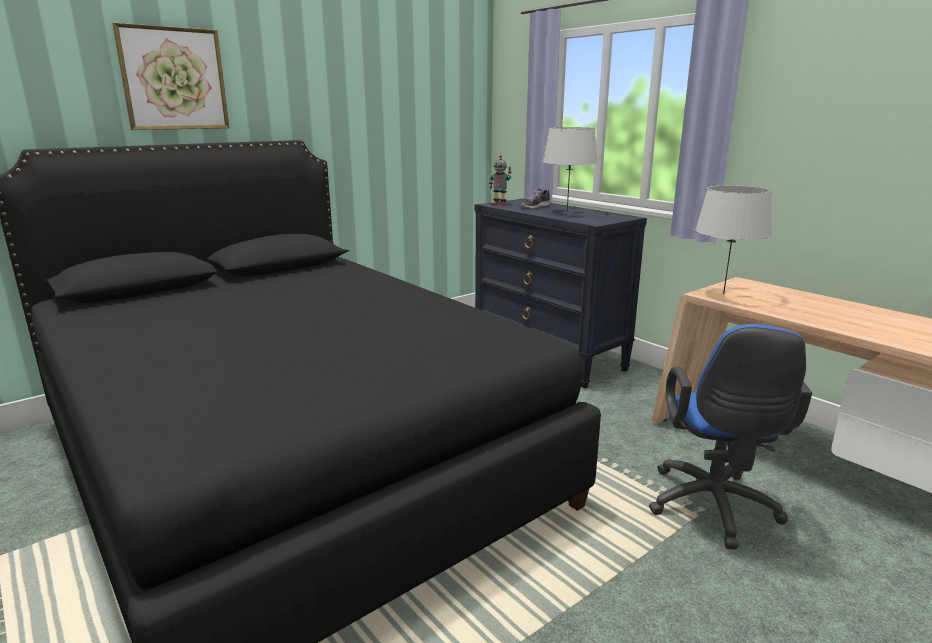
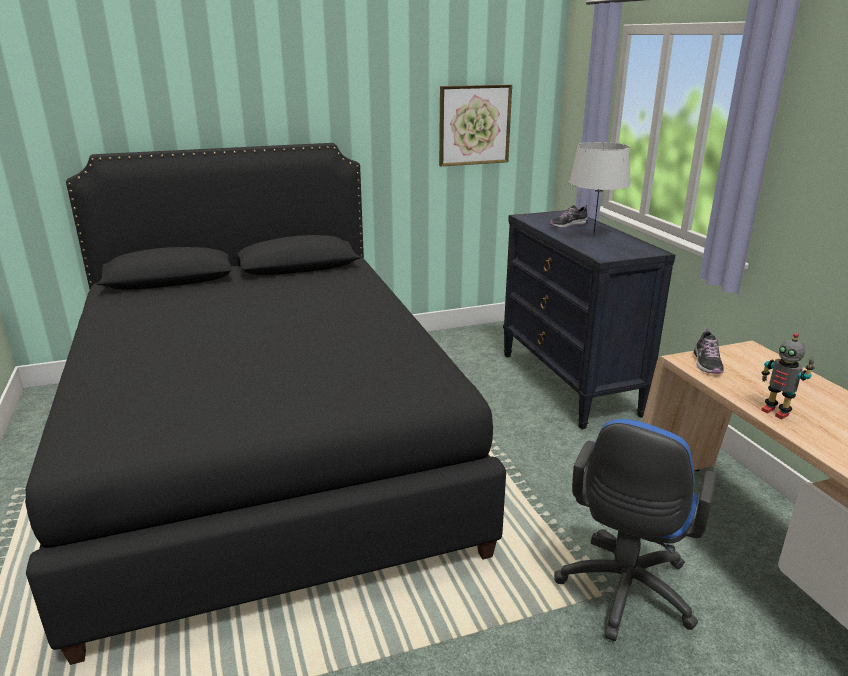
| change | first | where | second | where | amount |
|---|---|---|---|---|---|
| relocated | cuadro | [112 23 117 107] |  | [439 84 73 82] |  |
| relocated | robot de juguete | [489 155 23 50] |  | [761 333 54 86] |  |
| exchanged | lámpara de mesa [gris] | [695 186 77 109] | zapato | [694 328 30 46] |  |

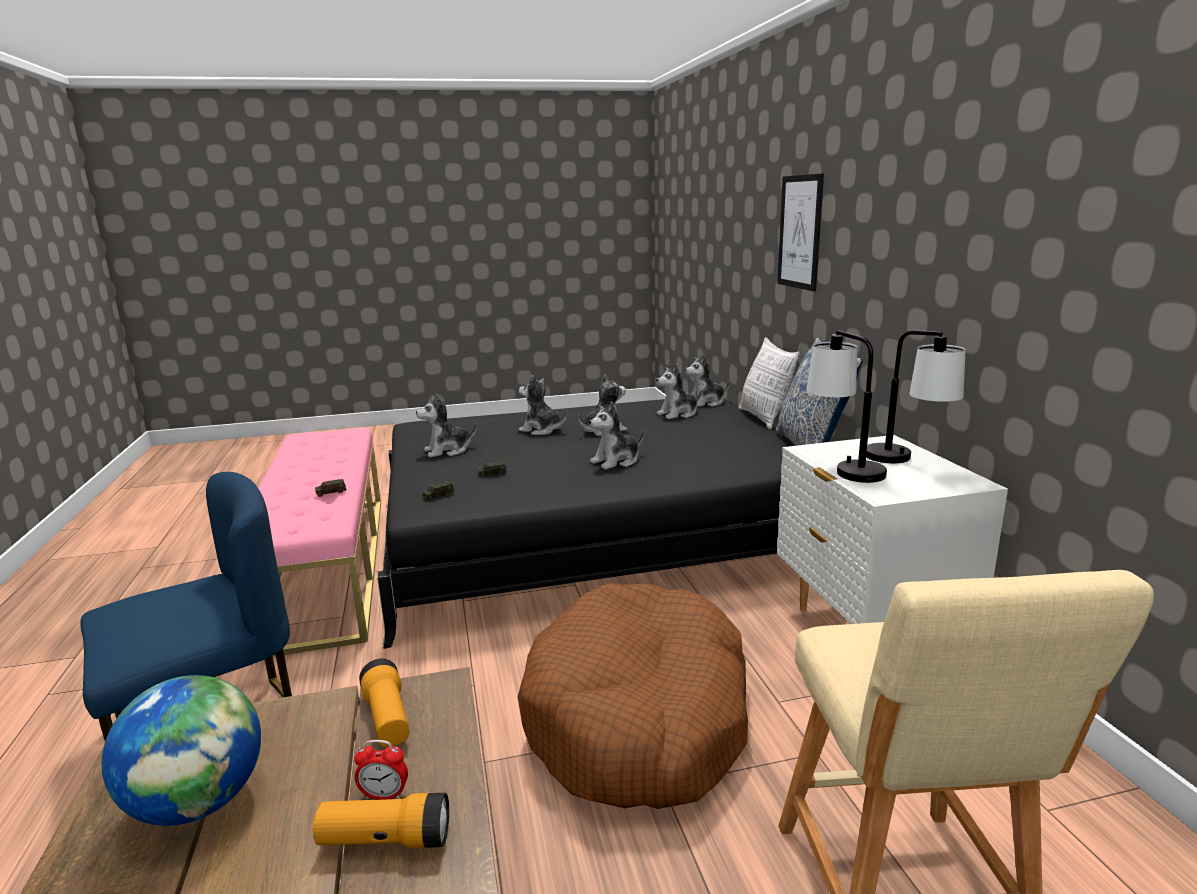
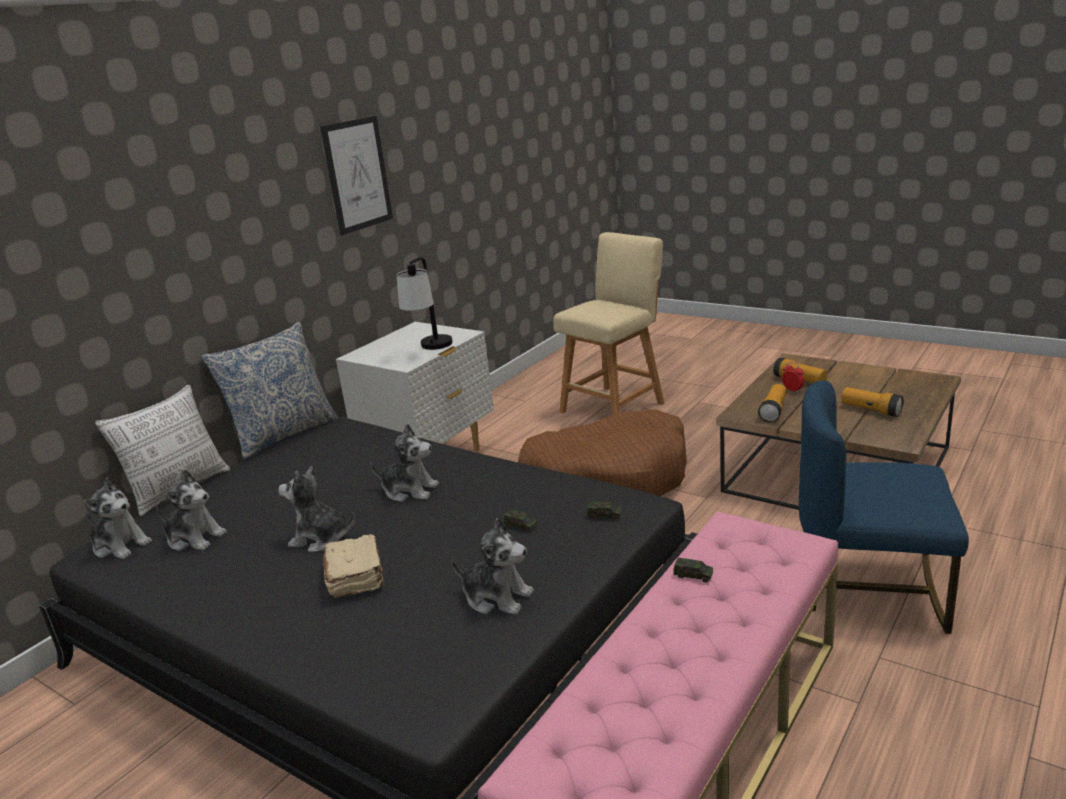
| change | first | where | second | where | amount |
|---|---|---|---|---|---|
| relocated | cuadro | [777 174 47 117] |  | [320 116 73 119] |  |
| missing | lámpara de mesa | [866 330 100 133] |  |  |  |
| exchanged | peluche | [519 375 48 60] | libro [beis] | [323 534 61 64] |  |
| exchanged | globo terráqueo | [102 675 159 151] | linterna | [841 387 63 30] |  |

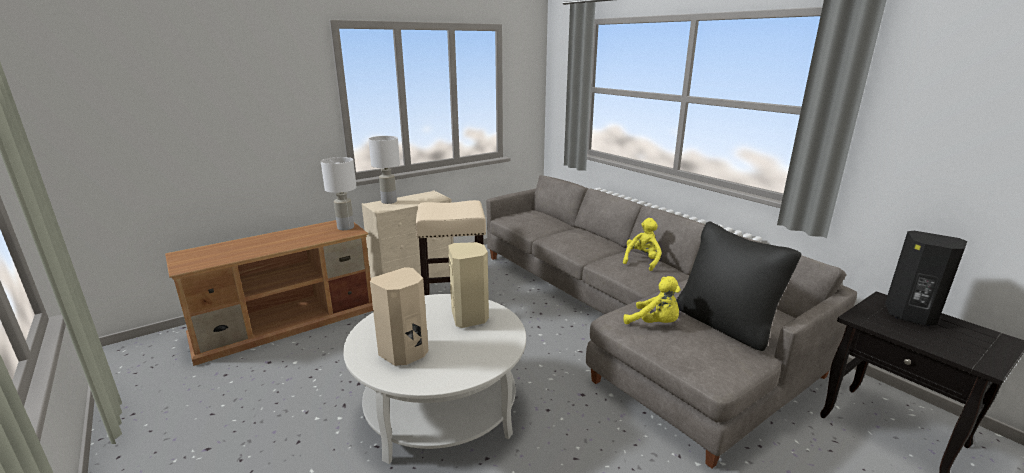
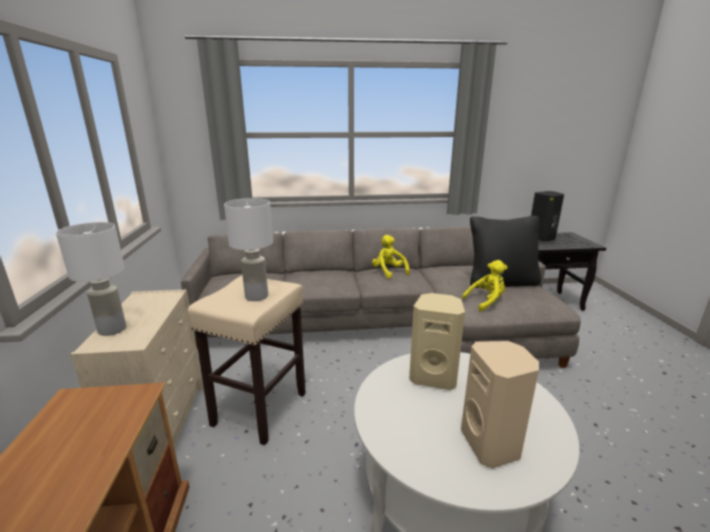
| change | first | where | second | where | amount |
|---|---|---|---|---|---|
| relocated | lámpara de mesa [blanco] | [321 157 36 73] |  | [224 198 49 103] |  |

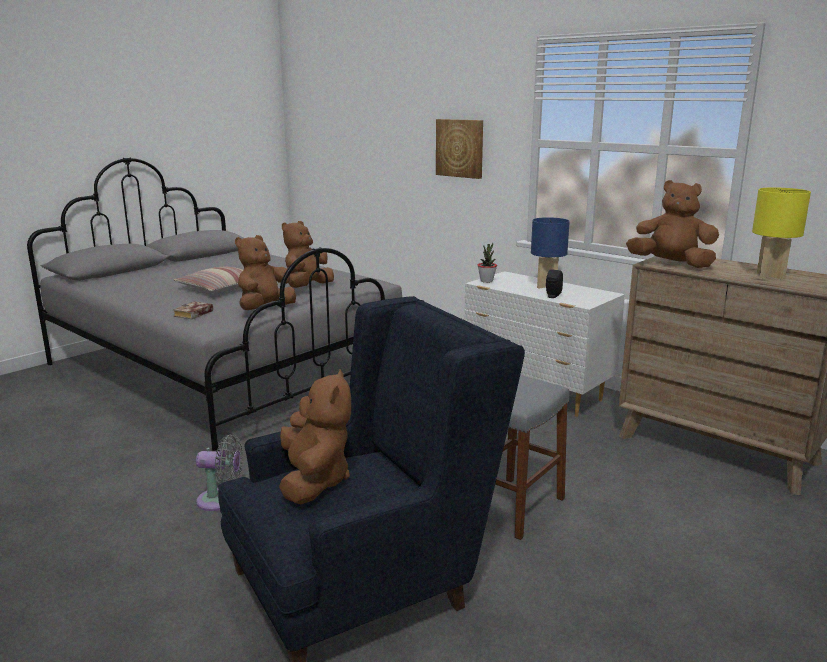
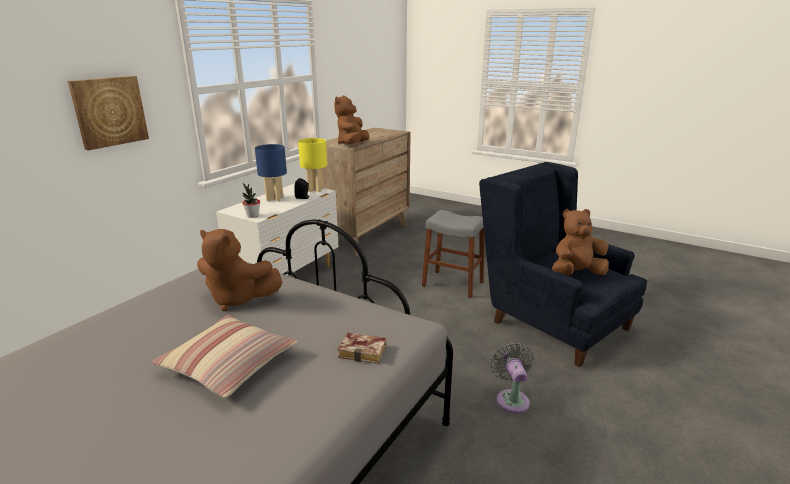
| change | first | where | second | where | amount |
|---|---|---|---|---|---|
| relocated | lámpara de mesa [amarillo] | [752 187 59 93] |  | [298 138 29 54] |  |
| missing | peluche [marrón] | [235 235 61 75] |  |  |  |

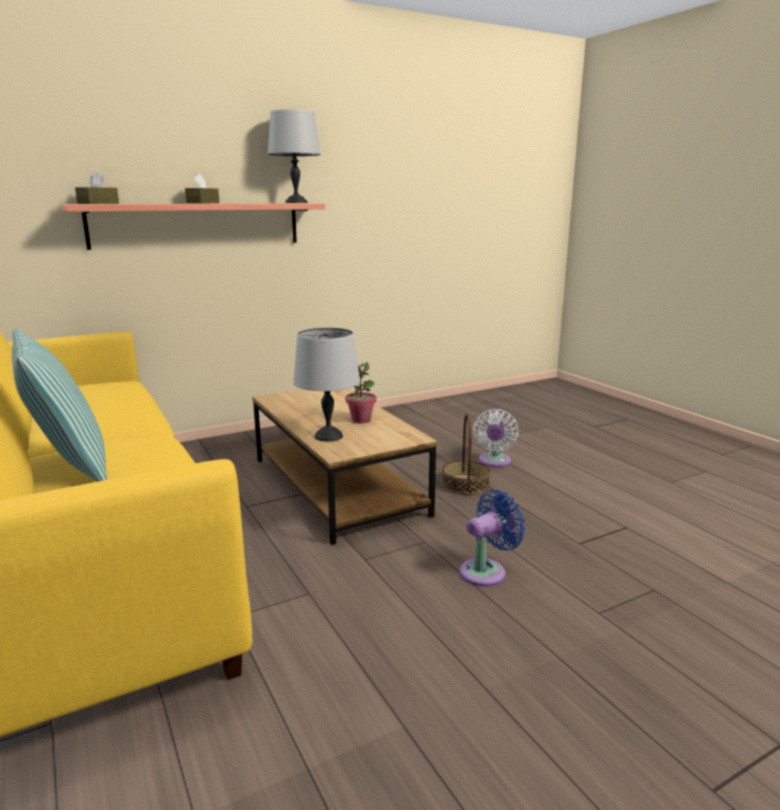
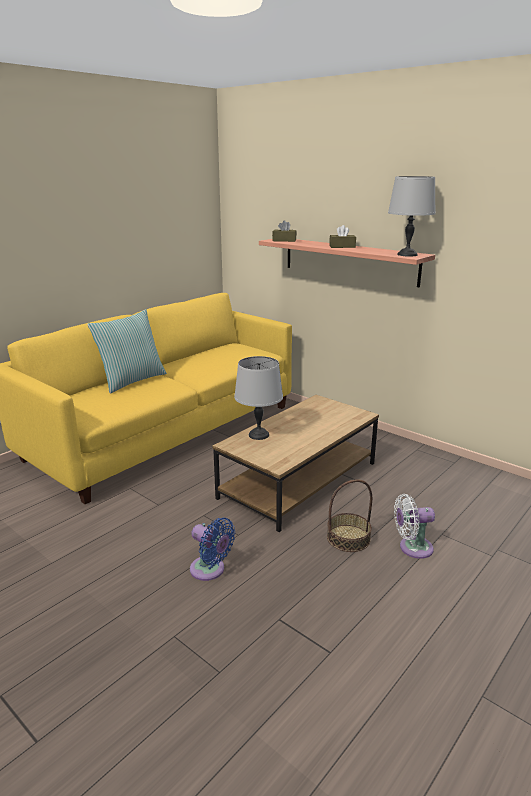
| change | first | where | second | where | amount |
|---|---|---|---|---|---|
| missing | planta en maceta | [346 362 31 61] |  |  |  |

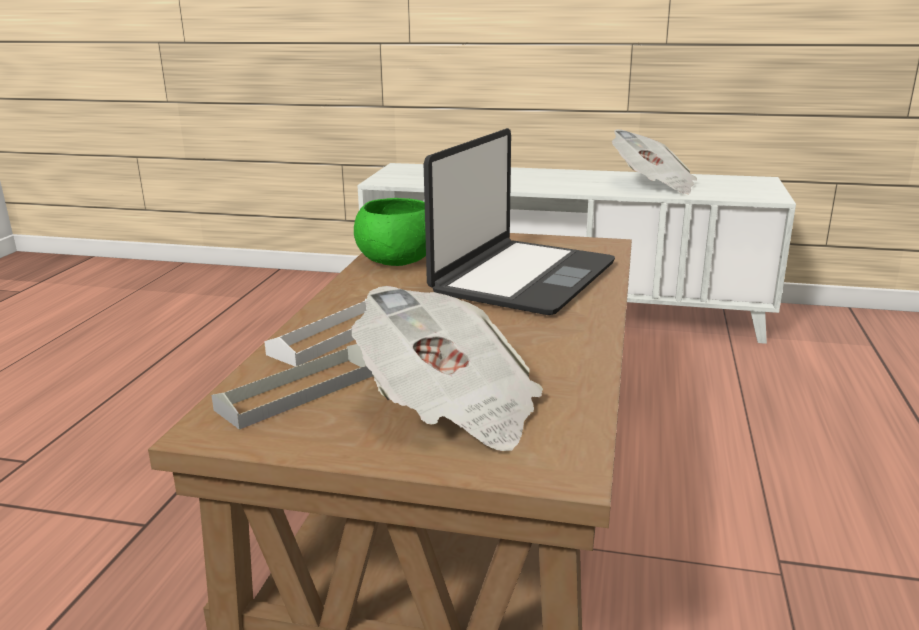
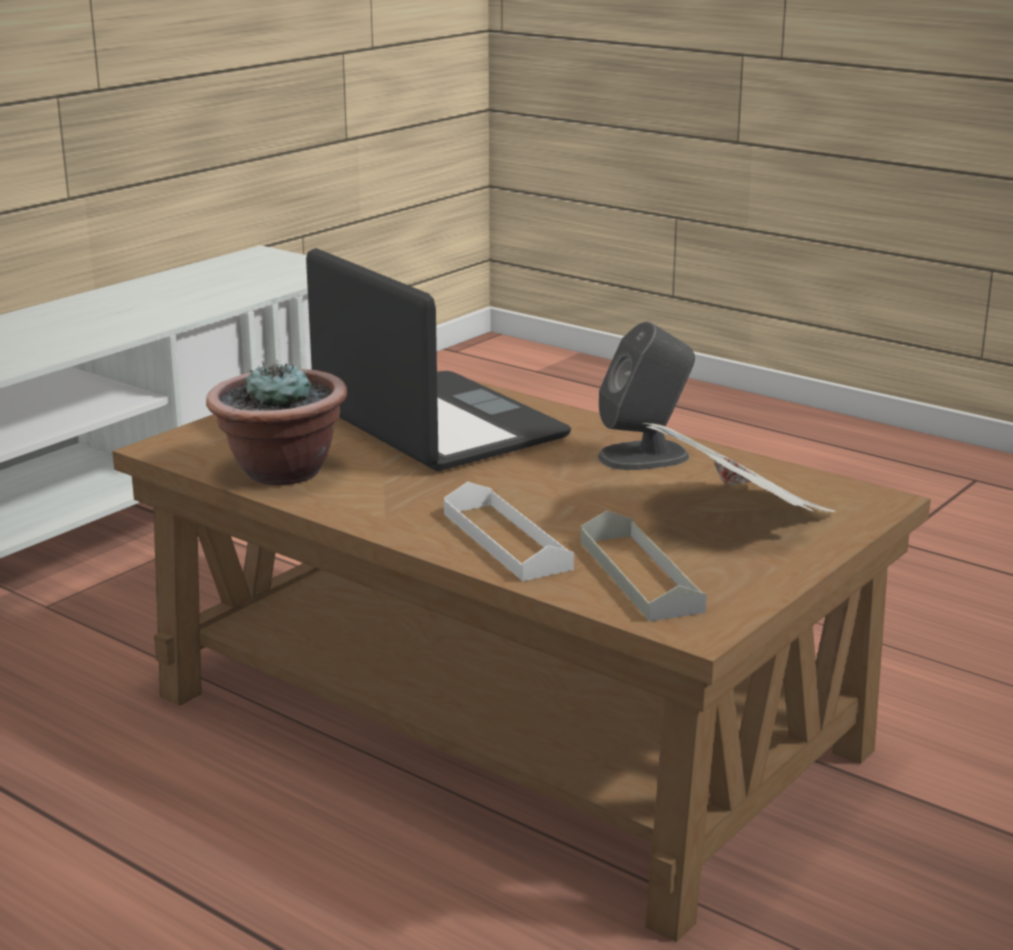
| change | first | where | second | where | amount |
|---|---|---|---|---|---|
| missing | periódico | [612 129 85 65] |  |  |  |
| exchanged | cuenco [verde] | [354 198 72 68] | planta en maceta | [206 360 141 125] |  |
| appeared |  |  | altavoz [gris] | [598 322 97 148] |  |

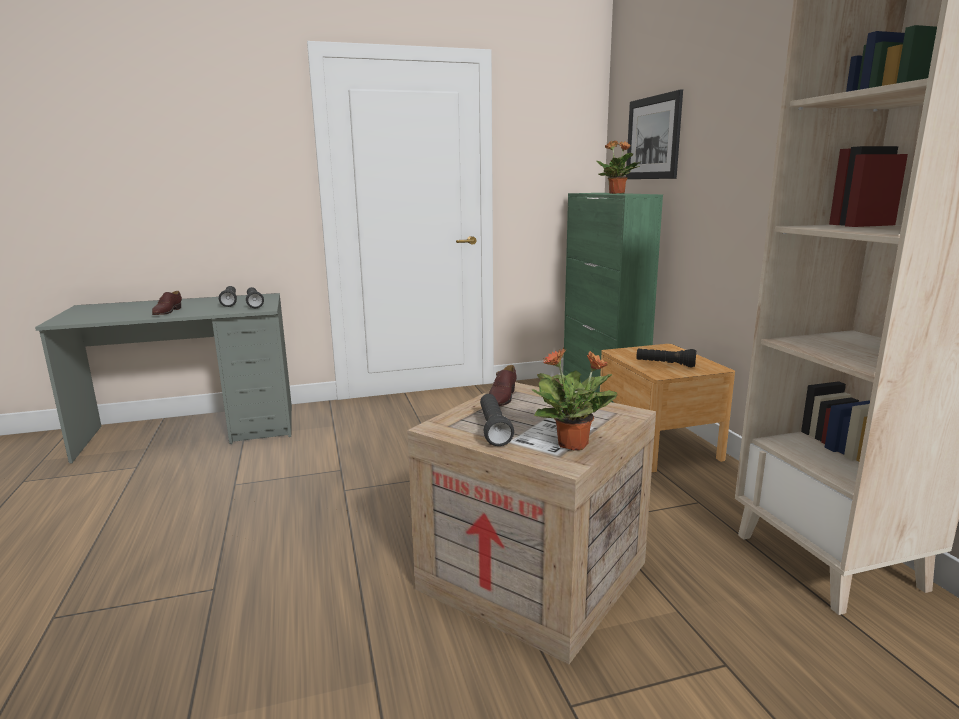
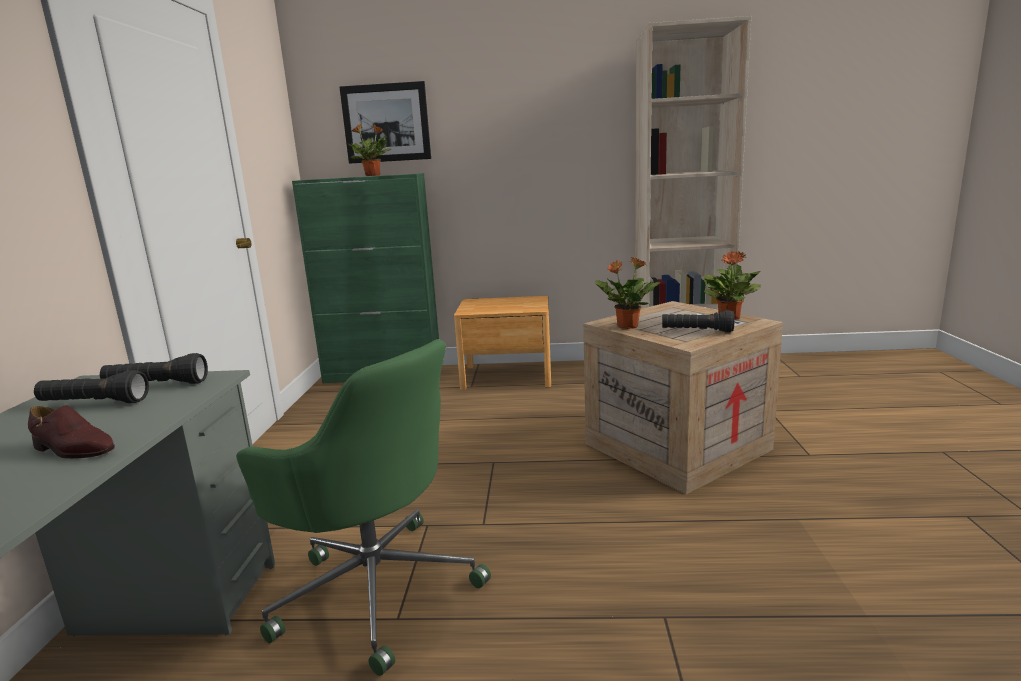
| change | first | where | second | where | amount |
|---|---|---|---|---|---|
| missing | linterna [negro] | [636 349 60 19] |  |  |  |
| exchanged | zapato [marrón] | [489 365 28 41] | planta en maceta | [595 257 66 72] |  |
| appeared |  |  | silla de oficina [verde] | [236 339 255 337] |  |

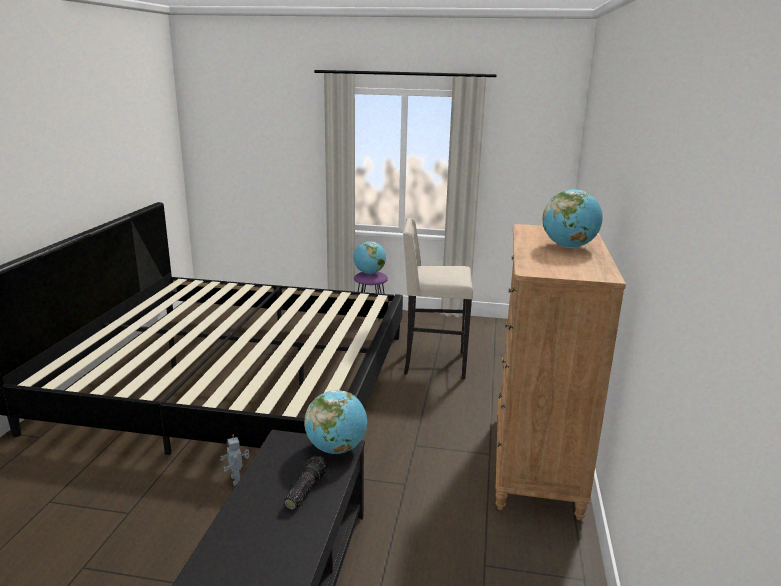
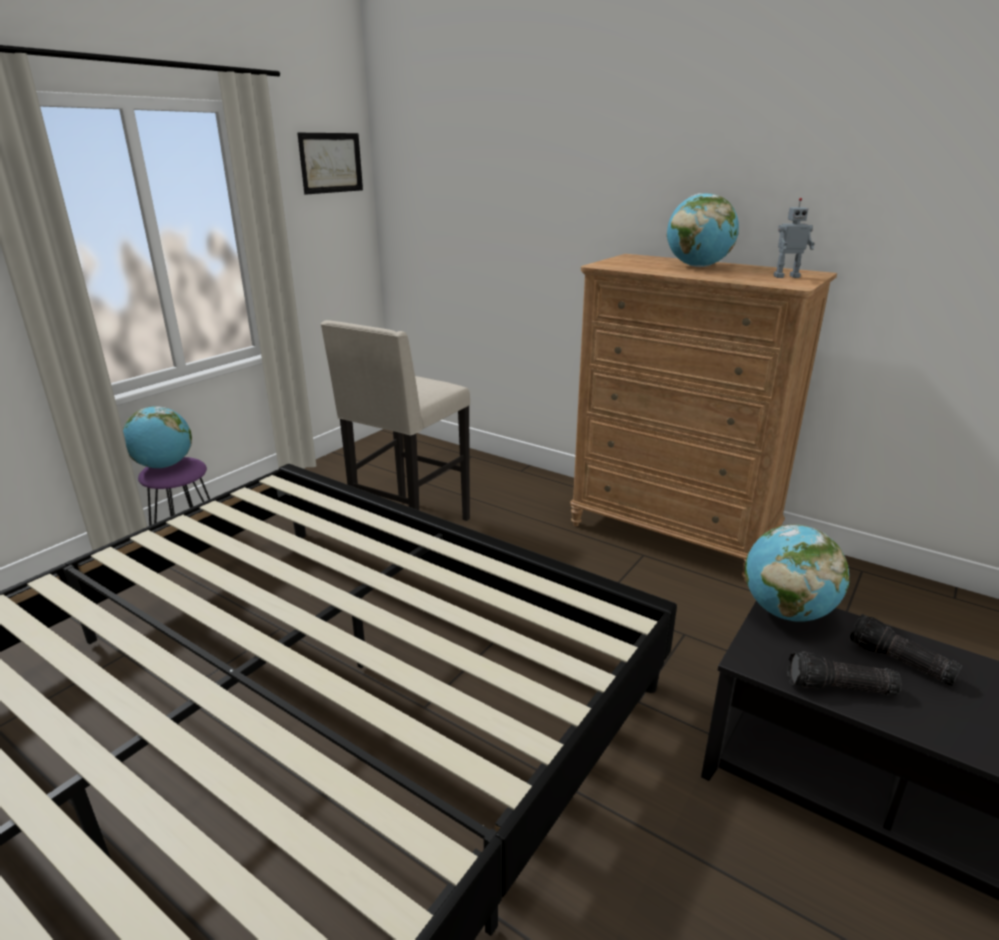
| change | first | where | second | where | amount |
|---|---|---|---|---|---|
| relocated | robot de juguete | [220 435 30 51] |  | [773 198 42 80] |  |
| appeared |  |  | cuadro | [297 133 66 62] |  |
| appeared |  |  | linterna | [787 651 114 44] |  |

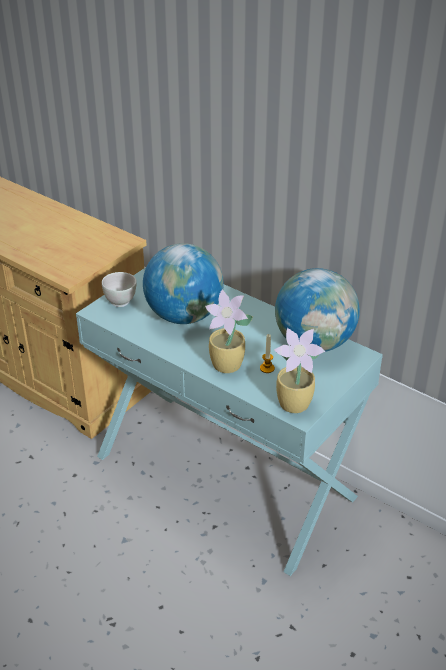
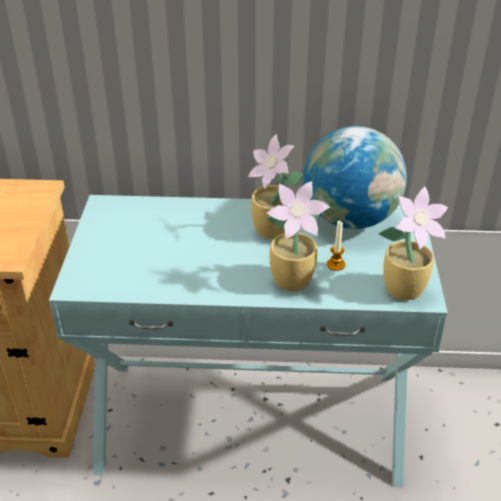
| change | first | where | second | where | amount |
|---|---|---|---|---|---|
| missing | globo terráqueo | [143 243 81 81] |  |  |  |
| missing | cuenco [blanco] | [102 272 35 35] |  |  |  |
| appeared |  |  | planta en maceta | [248 134 55 105] |  |

